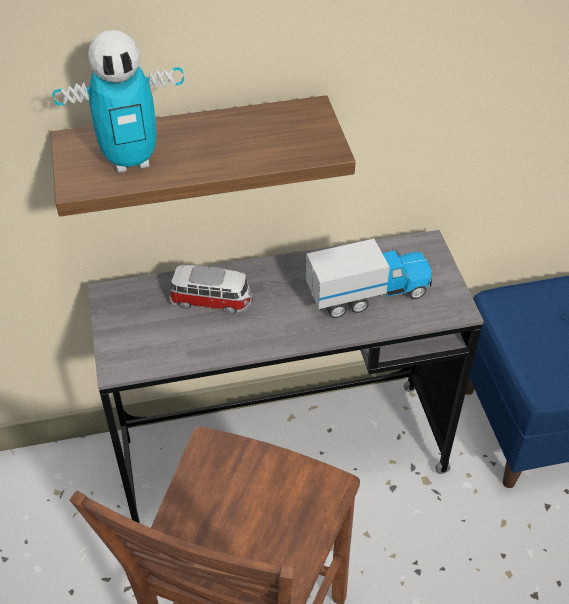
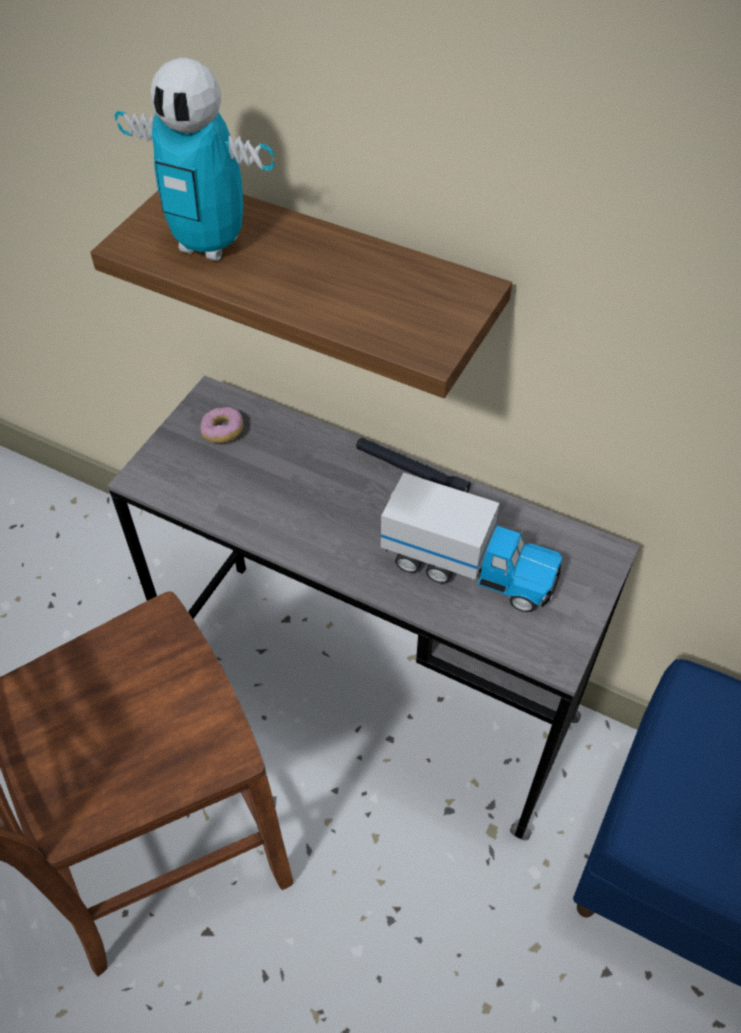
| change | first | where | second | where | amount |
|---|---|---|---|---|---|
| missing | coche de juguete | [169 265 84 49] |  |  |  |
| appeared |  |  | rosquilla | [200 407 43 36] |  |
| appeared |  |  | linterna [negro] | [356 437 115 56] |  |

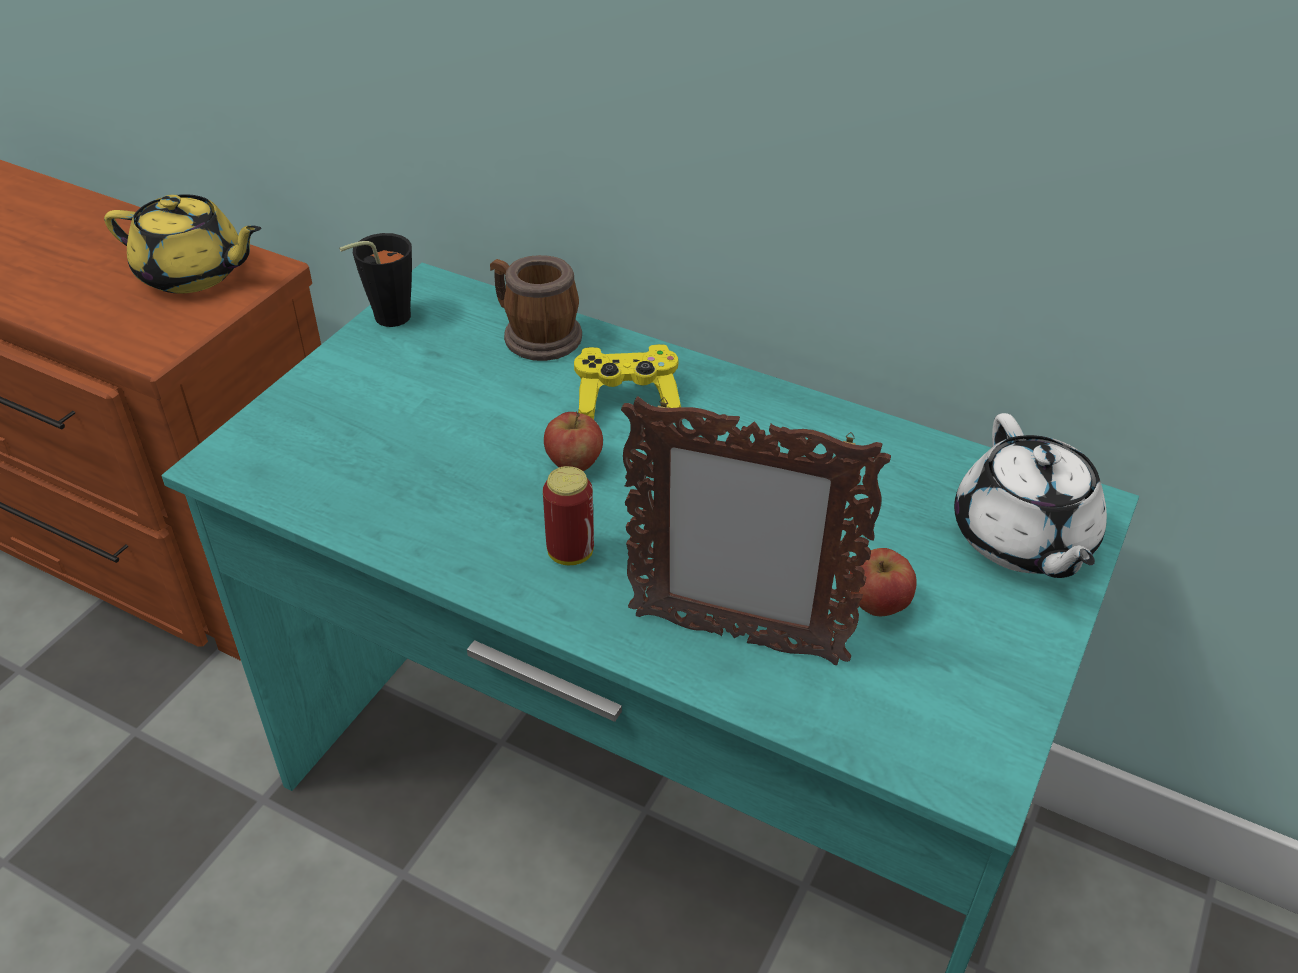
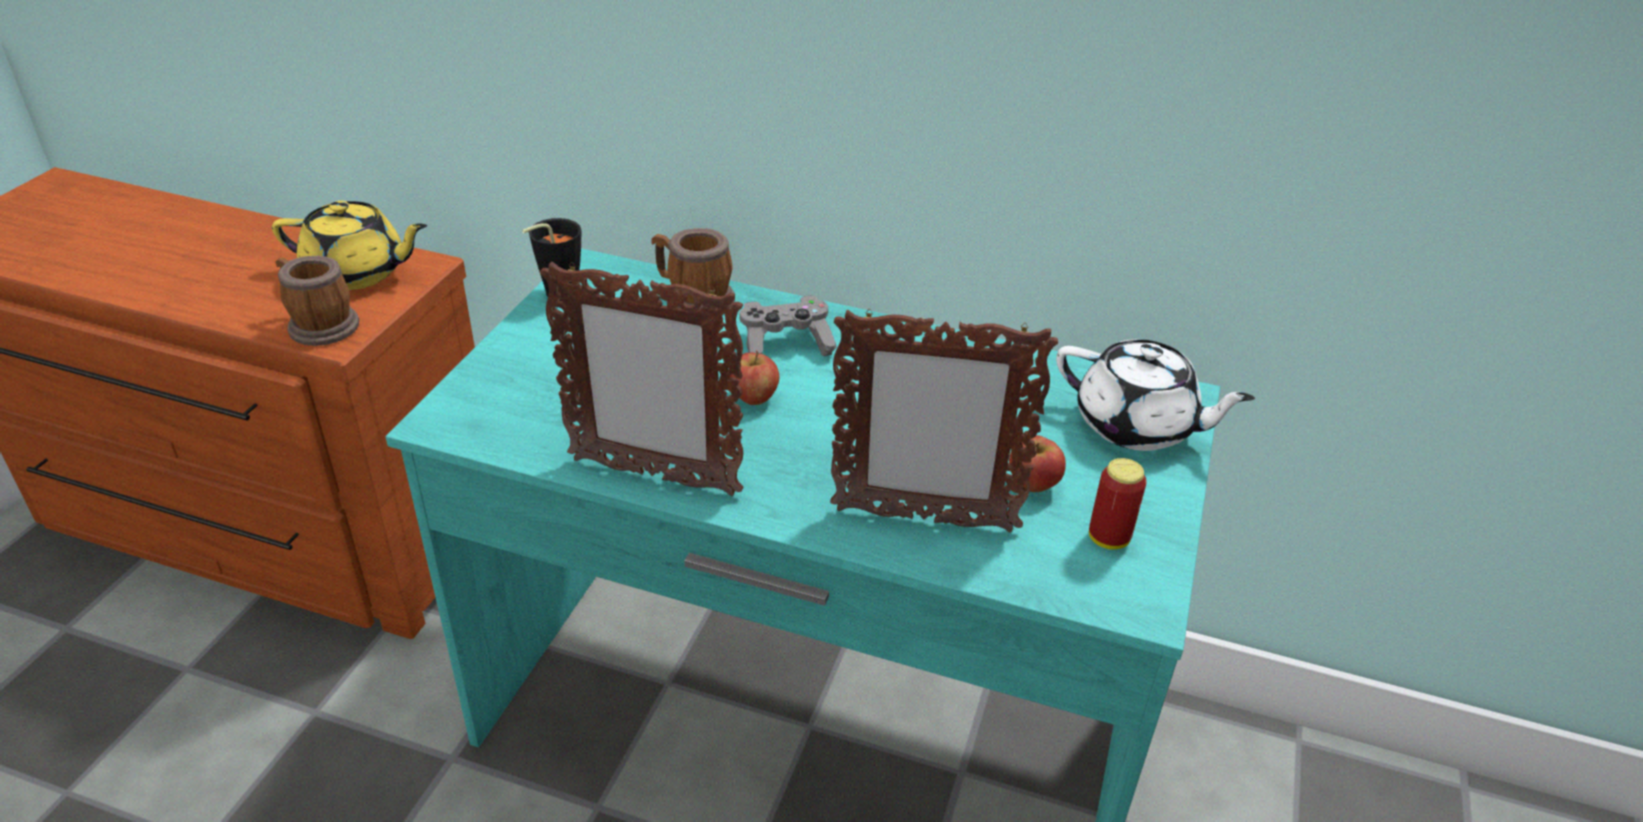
| change | first | where | second | where | amount |
|---|---|---|---|---|---|
| colour | mando de consola [amarillo] | [574 344 107 76] | mando de consola [gris] | [739 296 98 60] |  |
| spun | tetera [blanco] | [954 413 153 165] |  | [1056 339 199 112] | 45 degrees counterclockwise |
| relocated | lata | [543 466 51 99] |  | [1089 458 58 91] |  |
| appeared |  |  | taza grande | [276 256 83 90] |  |
| appeared |  |  | portarretratos | [540 262 203 234] |  |

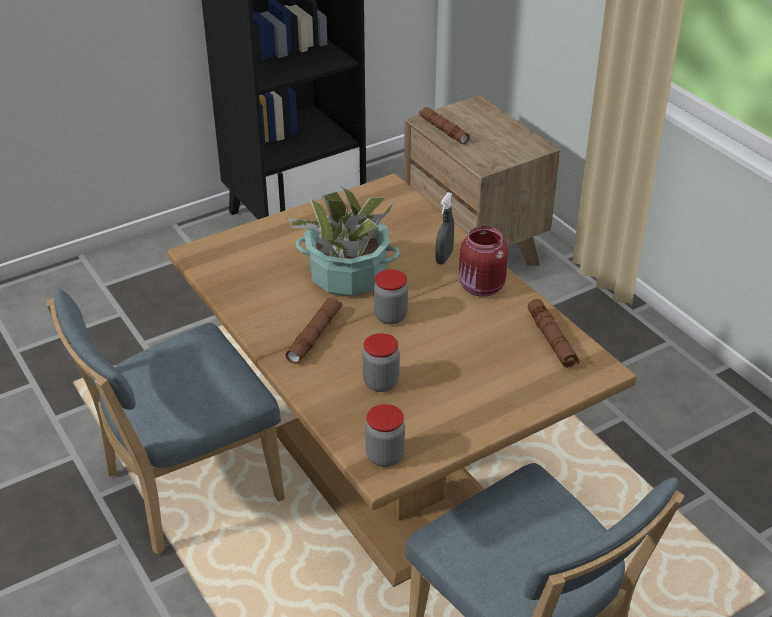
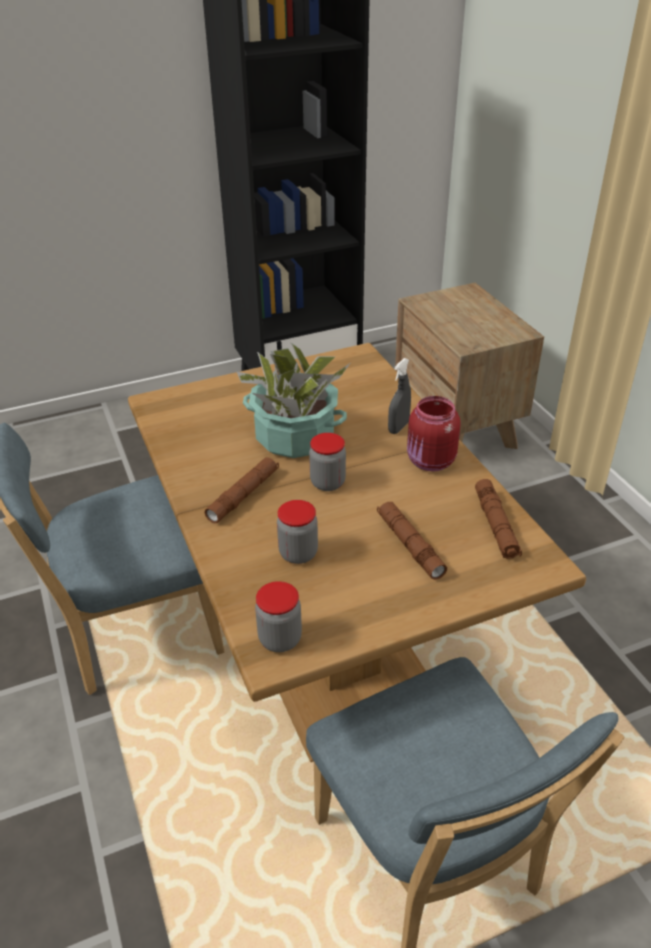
| change | first | where | second | where | amount |
|---|---|---|---|---|---|
| relocated | linterna [marrón] | [419 107 51 37] |  | [377 502 70 78] |  |

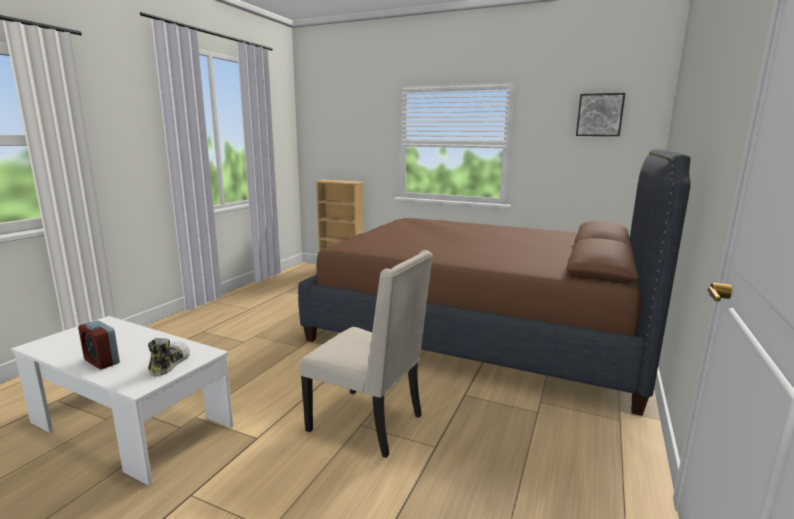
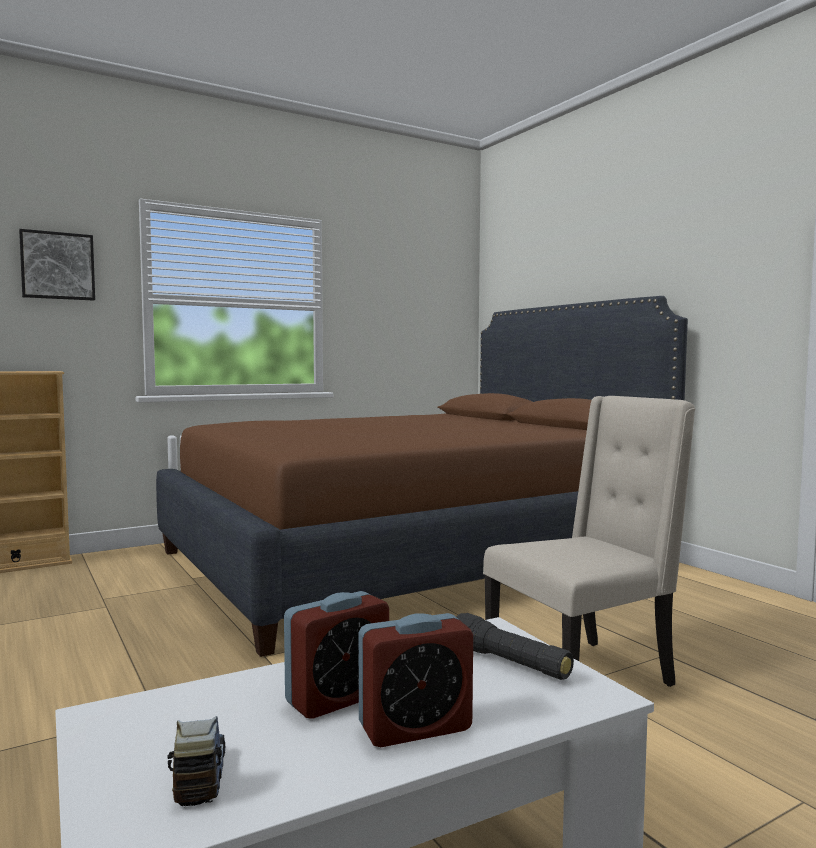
| change | first | where | second | where | amount |
|---|---|---|---|---|---|
| relocated | cuadro | [576 93 49 43] |  | [19 229 76 72] |  |
| exchanged | zapato | [148 338 42 38] | linterna [negro] | [456 613 118 67] |  |
| appeared |  |  | despertador | [284 591 105 128] |  |
| appeared |  |  | camión de juguete | [167 716 59 91] |  |

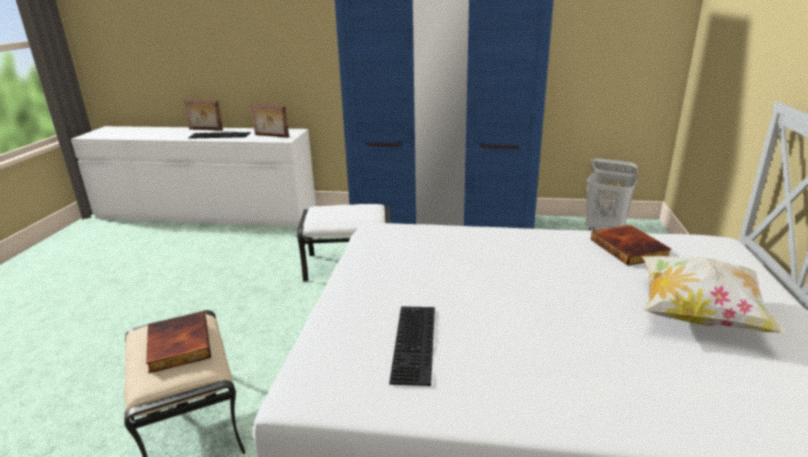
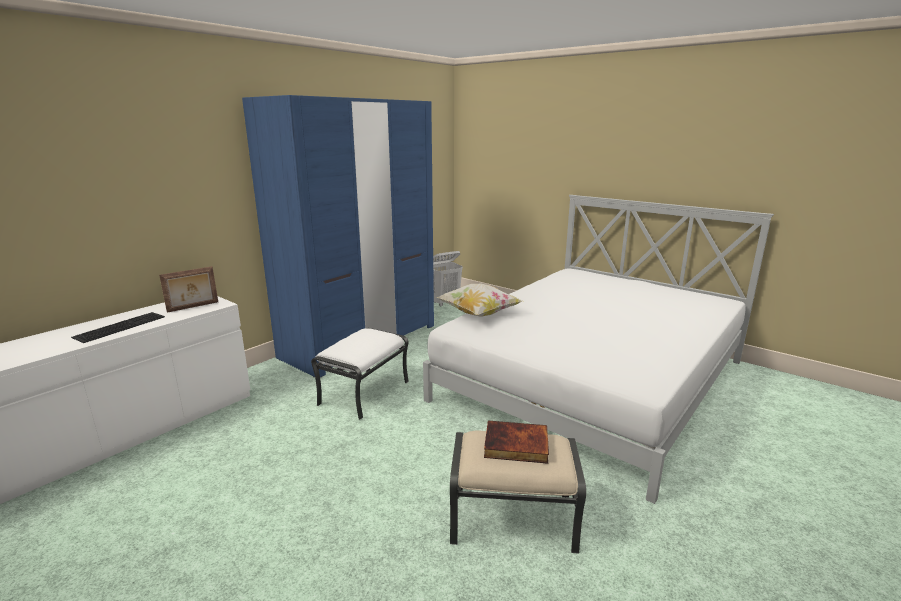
| change | first | where | second | where | amount |
|---|---|---|---|---|---|
| missing | portarretratos | [183 99 40 32] |  |  |  |
| missing | libro | [591 225 80 41] |  |  |  |
| relocated | cojín | [642 256 144 77] |  | [436 283 86 34] |  |
| missing | teclado | [389 306 46 80] |  |  |  |

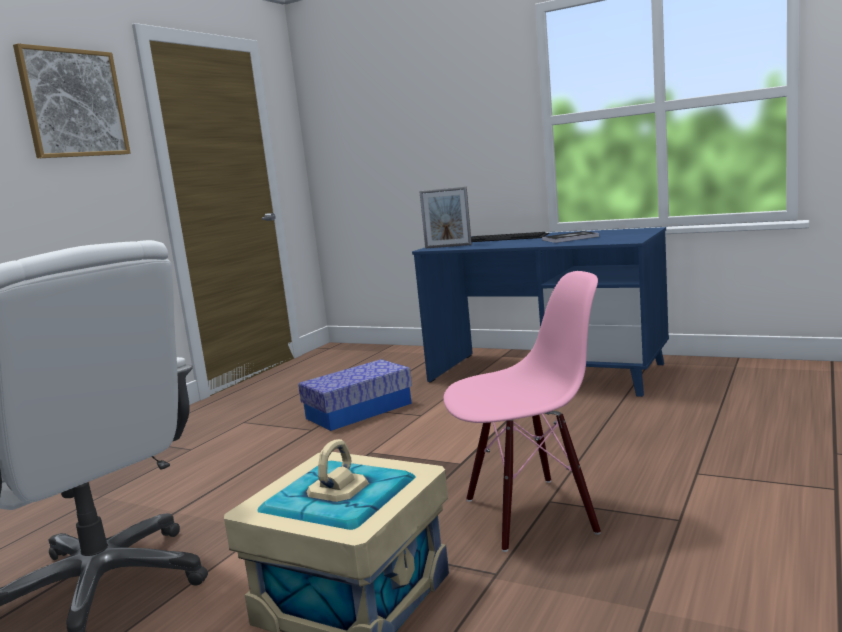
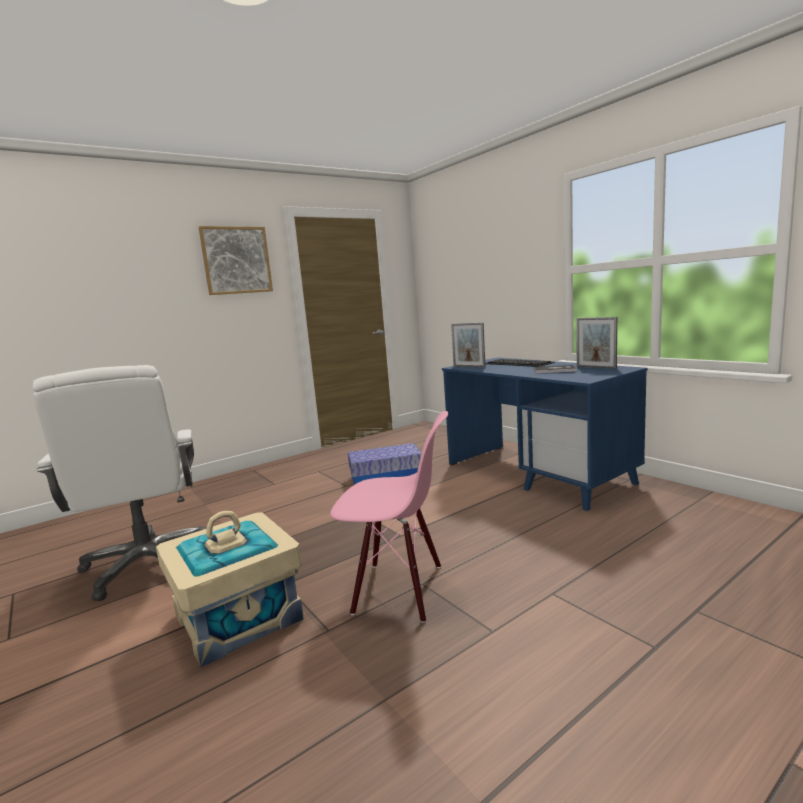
| change | first | where | second | where | amount |
|---|---|---|---|---|---|
| appeared |  |  | portarretratos | [576 317 41 52] |  |

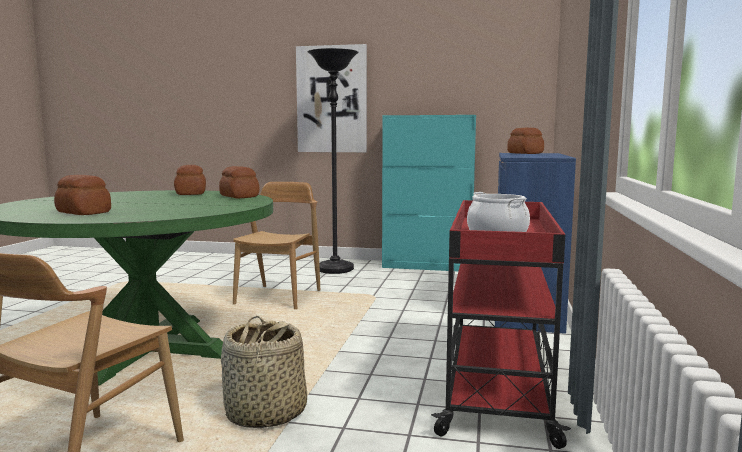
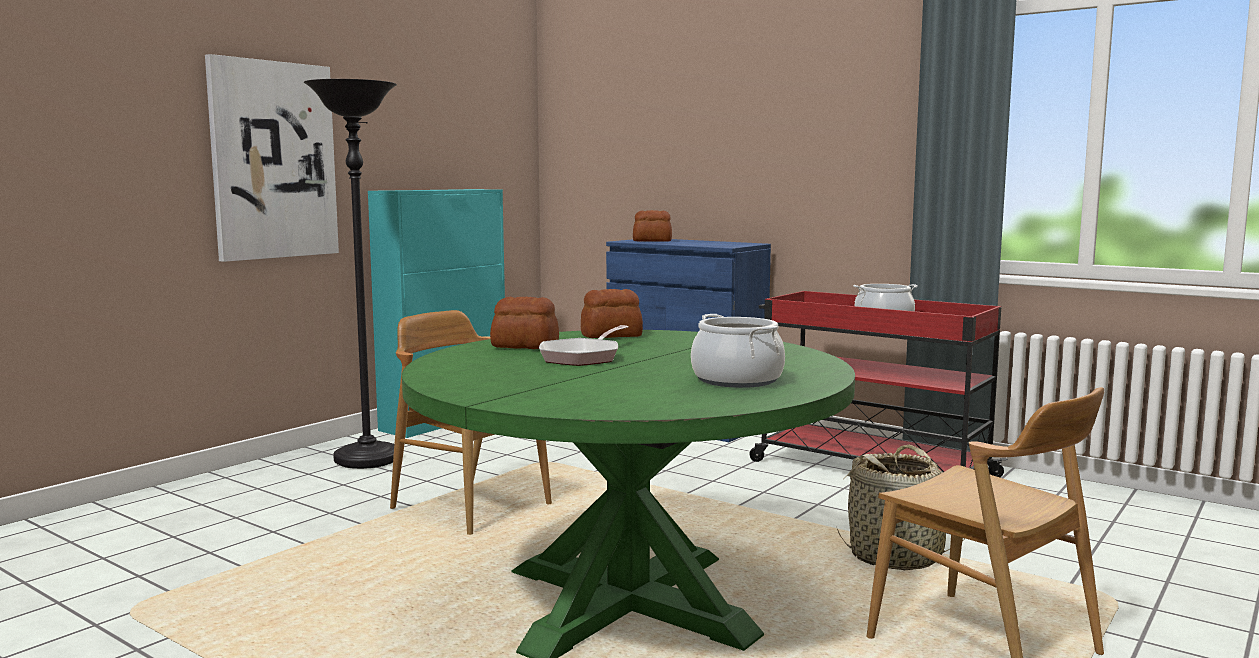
| change | first | where | second | where | amount |
|---|---|---|---|---|---|
| exchanged | pan | [54 175 57 40] | olla | [691 314 94 74] |  |
| appeared |  |  | sartén | [539 325 90 41] |  |

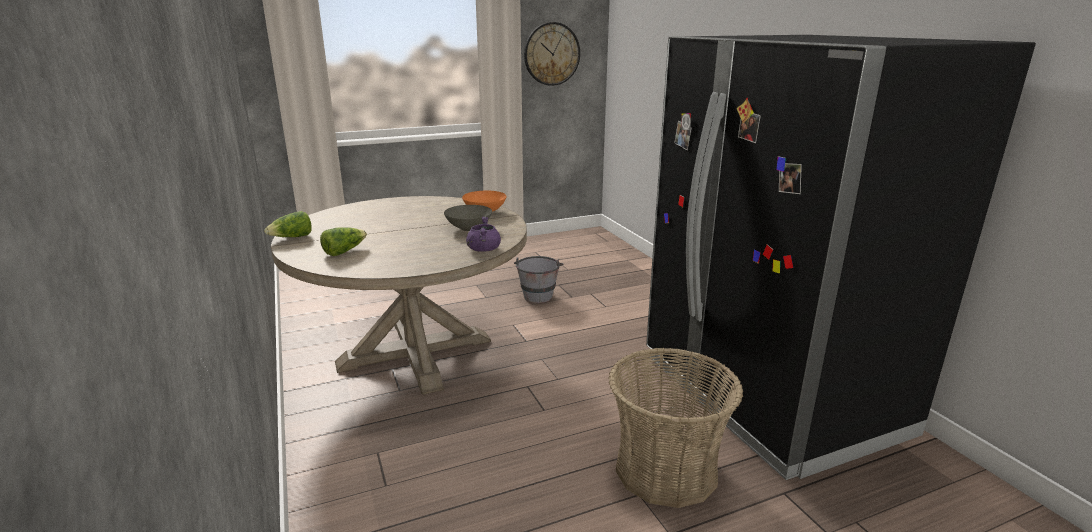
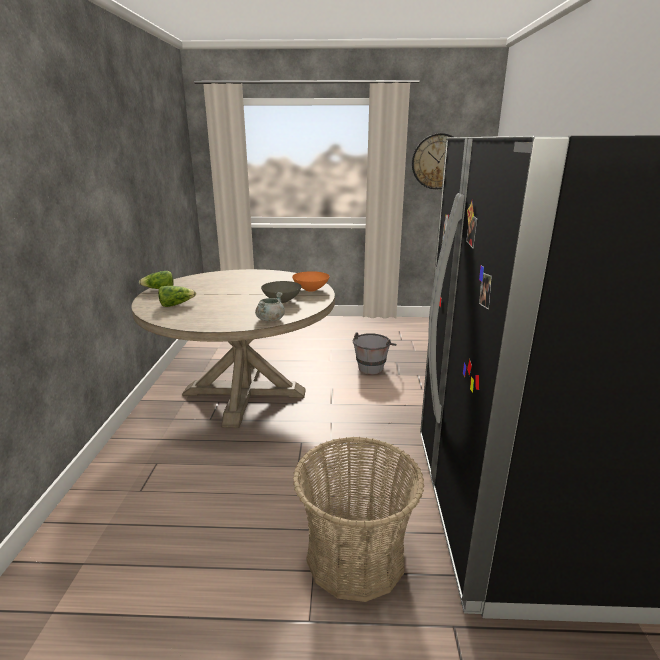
| change | first | where | second | where | amount |
|---|---|---|---|---|---|
| colour | olla [morado] | [466 217 35 35] | olla [gris] | [255 292 30 29] |  |

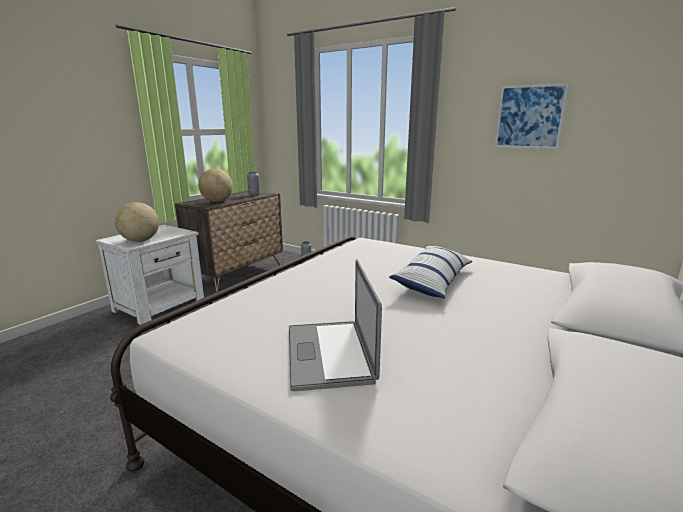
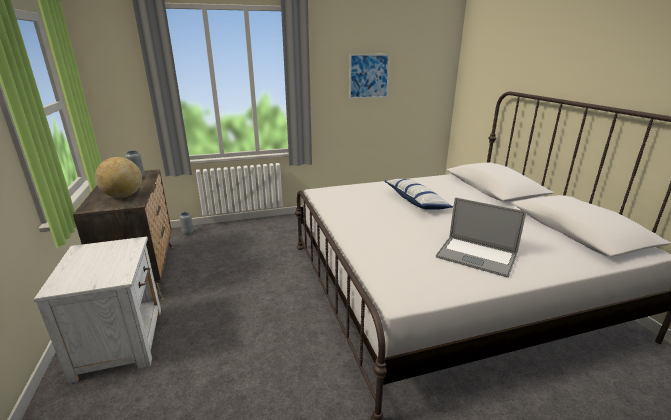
| change | first | where | second | where | amount |
|---|---|---|---|---|---|
| missing | globo terráqueo | [115 202 44 40] |  |  |  |

